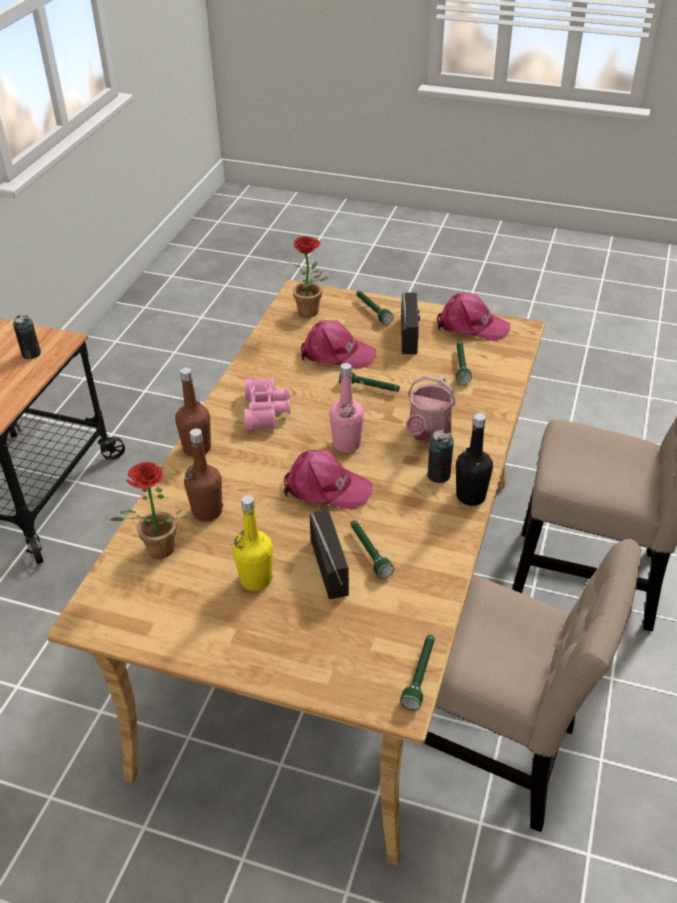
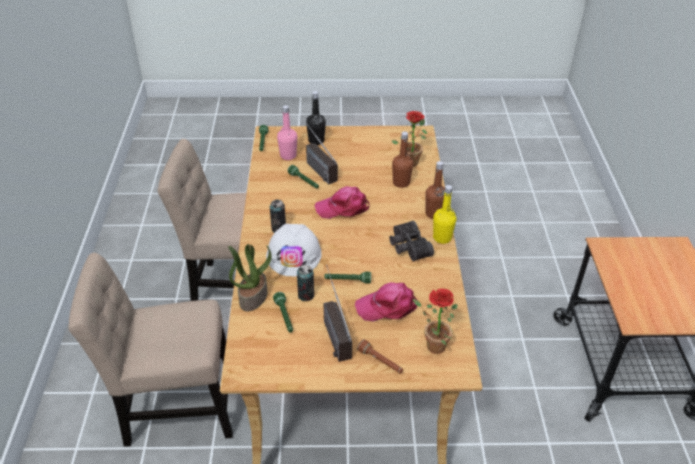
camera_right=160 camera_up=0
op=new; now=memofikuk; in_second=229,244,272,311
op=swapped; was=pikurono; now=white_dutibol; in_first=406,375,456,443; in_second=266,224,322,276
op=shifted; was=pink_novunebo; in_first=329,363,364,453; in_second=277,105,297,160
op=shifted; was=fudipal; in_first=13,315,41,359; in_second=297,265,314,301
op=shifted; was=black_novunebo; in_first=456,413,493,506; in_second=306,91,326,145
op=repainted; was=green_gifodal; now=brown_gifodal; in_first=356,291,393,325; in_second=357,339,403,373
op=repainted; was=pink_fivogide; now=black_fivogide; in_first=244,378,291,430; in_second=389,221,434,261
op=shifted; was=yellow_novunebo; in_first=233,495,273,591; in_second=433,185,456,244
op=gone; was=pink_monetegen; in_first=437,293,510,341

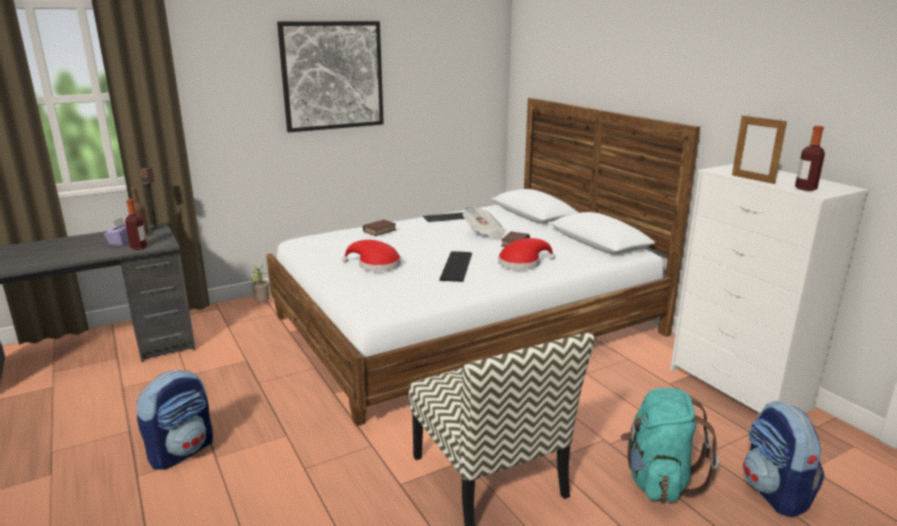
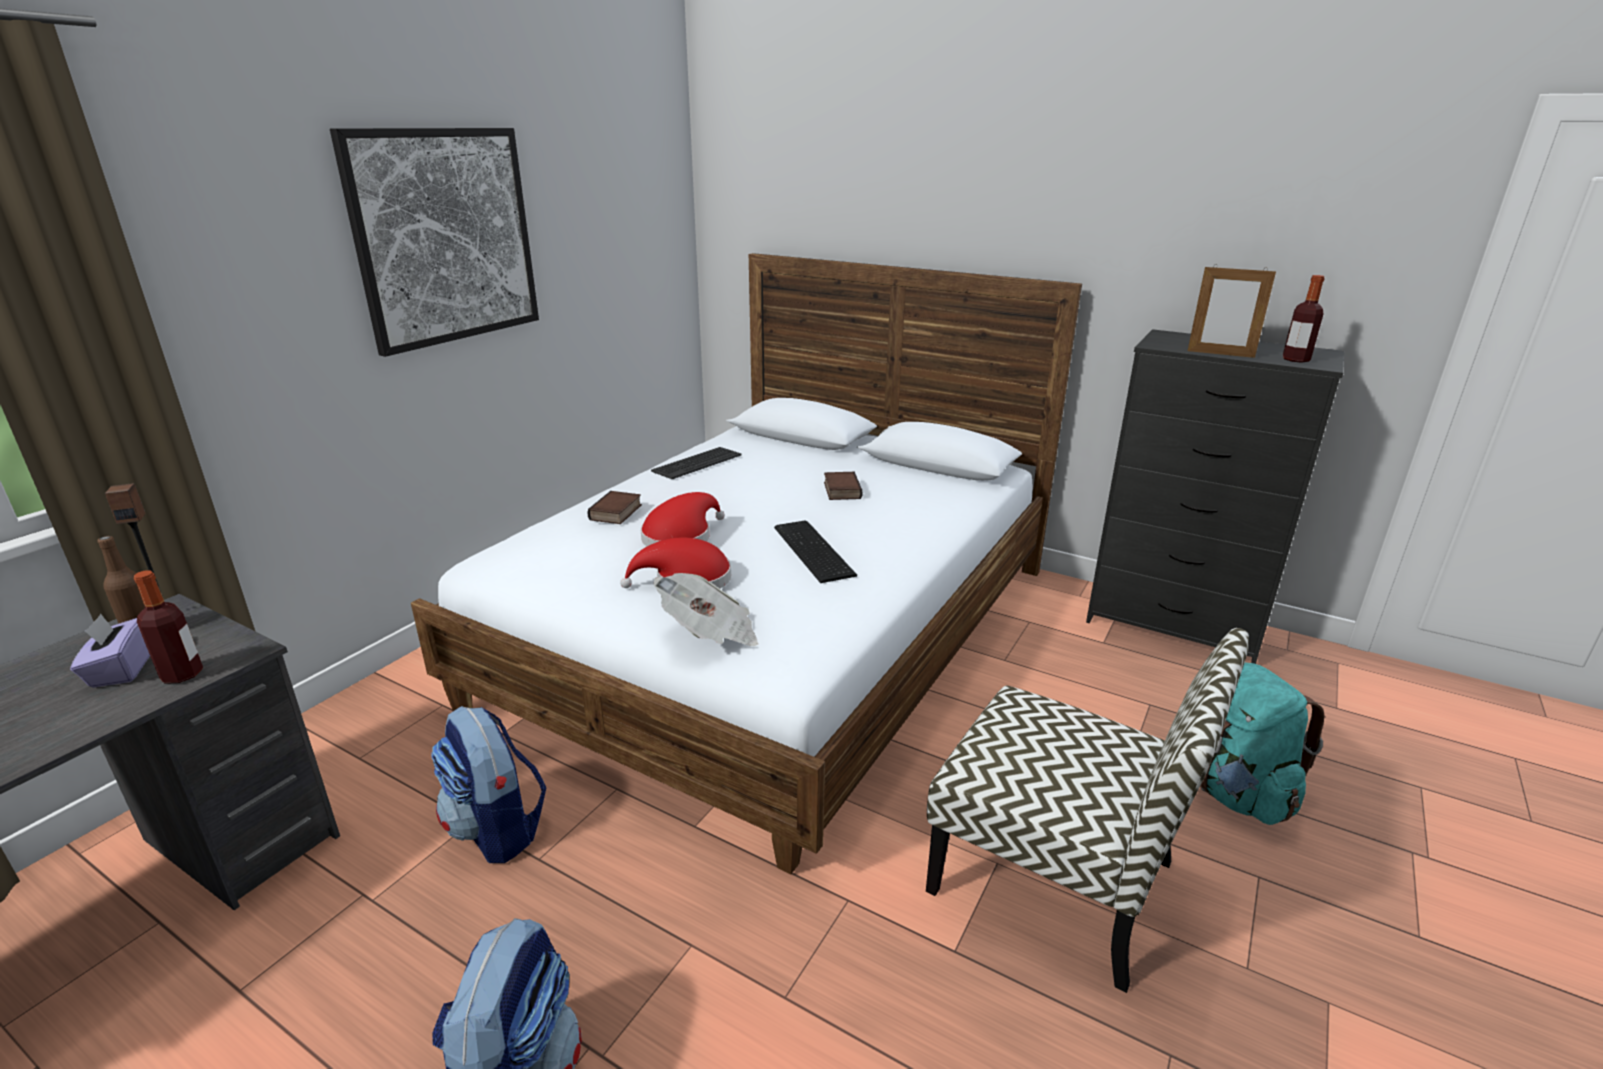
camera_right=-30 camera_up=5
op=shifted; was=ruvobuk; in_first=743,401,825,517; in_second=431,706,546,863
op=shifted; was=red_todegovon; in_first=498,238,555,270; in_second=641,492,725,546
op=shifted; was=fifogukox; in_first=462,206,506,241; in_second=653,573,758,646
op=repainted; was=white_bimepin; now=black_bimepin; in_first=670,164,869,413; in_second=1086,329,1344,664
op=gone; was=memofikuk; in_first=251,265,270,302

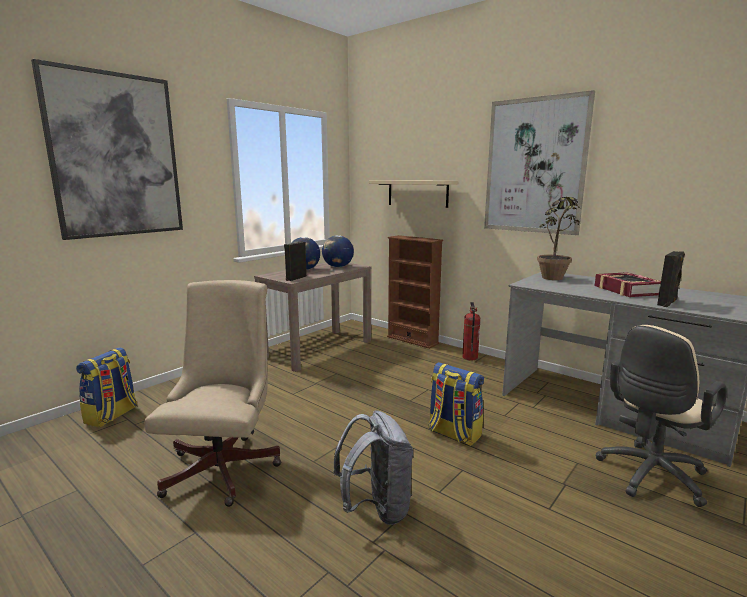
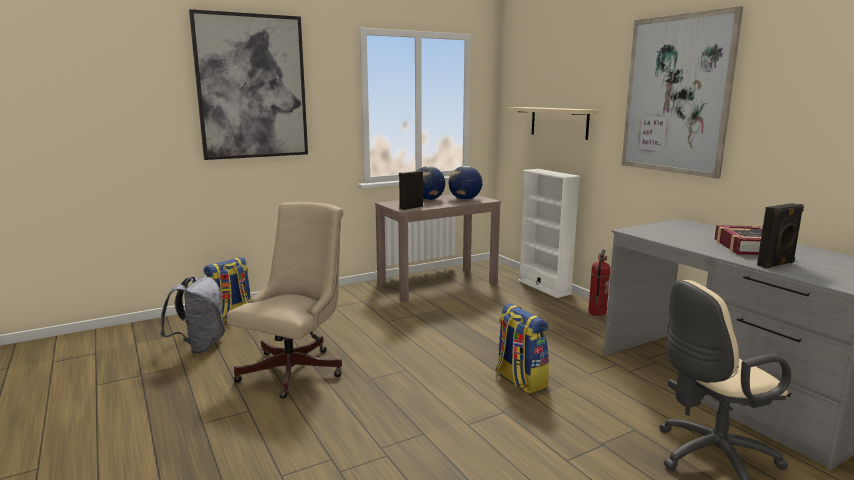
camera_right=20 camera_up=0
op=shifted; was=grey_ruvobuk; in_first=333,410,414,525; in_second=160,276,225,354
op=repainted; was=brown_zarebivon; now=white_zarebivon; in_first=387,235,443,349; in_second=518,169,580,298
op=gone; was=memofikuk; in_first=537,197,581,280

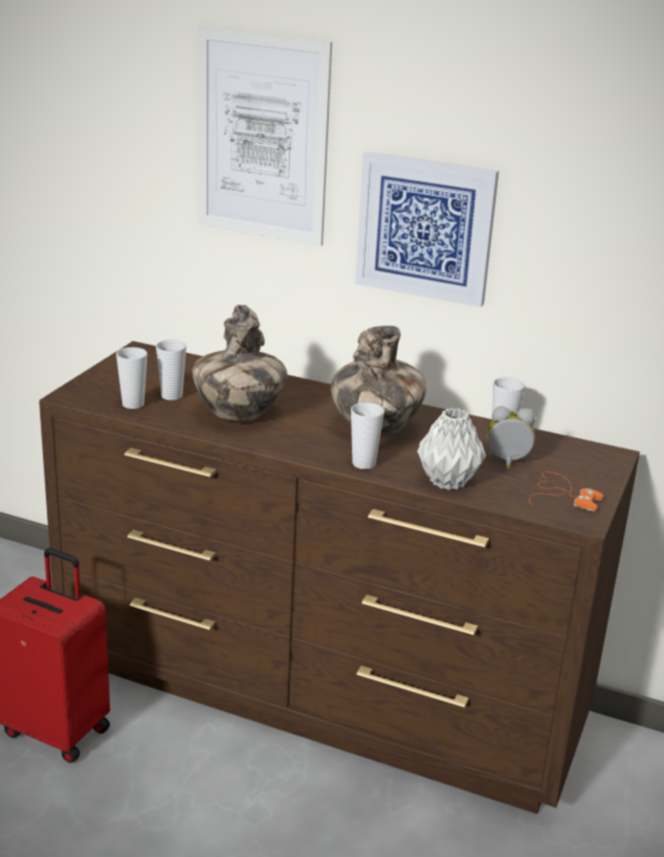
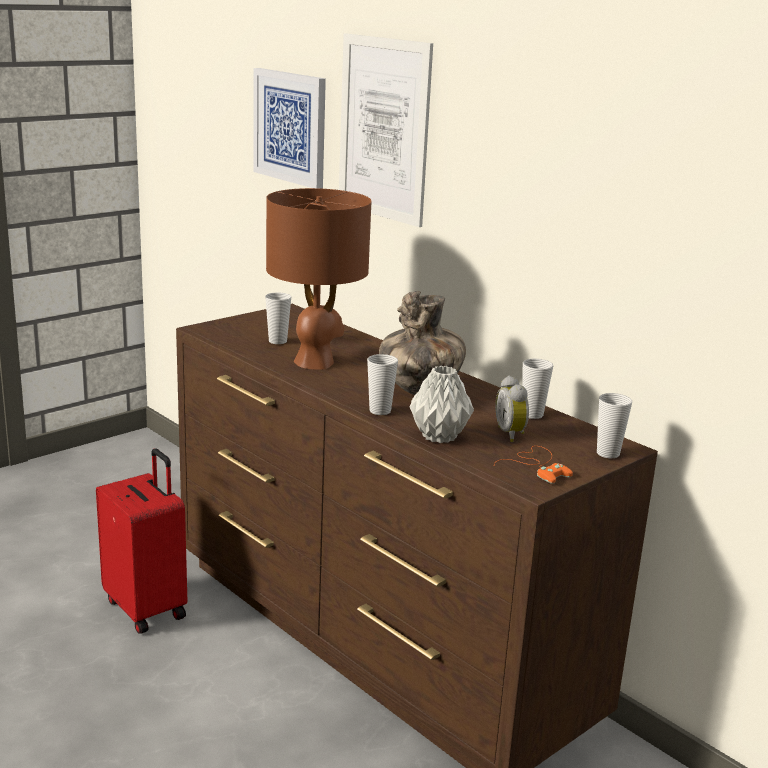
camera_right=25 camera_up=-5
op=shifted; was=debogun; in_first=355,152,499,307; in_second=254,68,326,189
op=swapped; was=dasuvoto; now=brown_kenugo; in_first=192,305,288,421; in_second=266,188,372,370
op=rotated; was=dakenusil; in_first=487,406,535,469; in_second=495,376,529,442; clockwise=-135
op=shifted; was=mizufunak; in_first=116,347,147,409; in_second=597,393,632,458

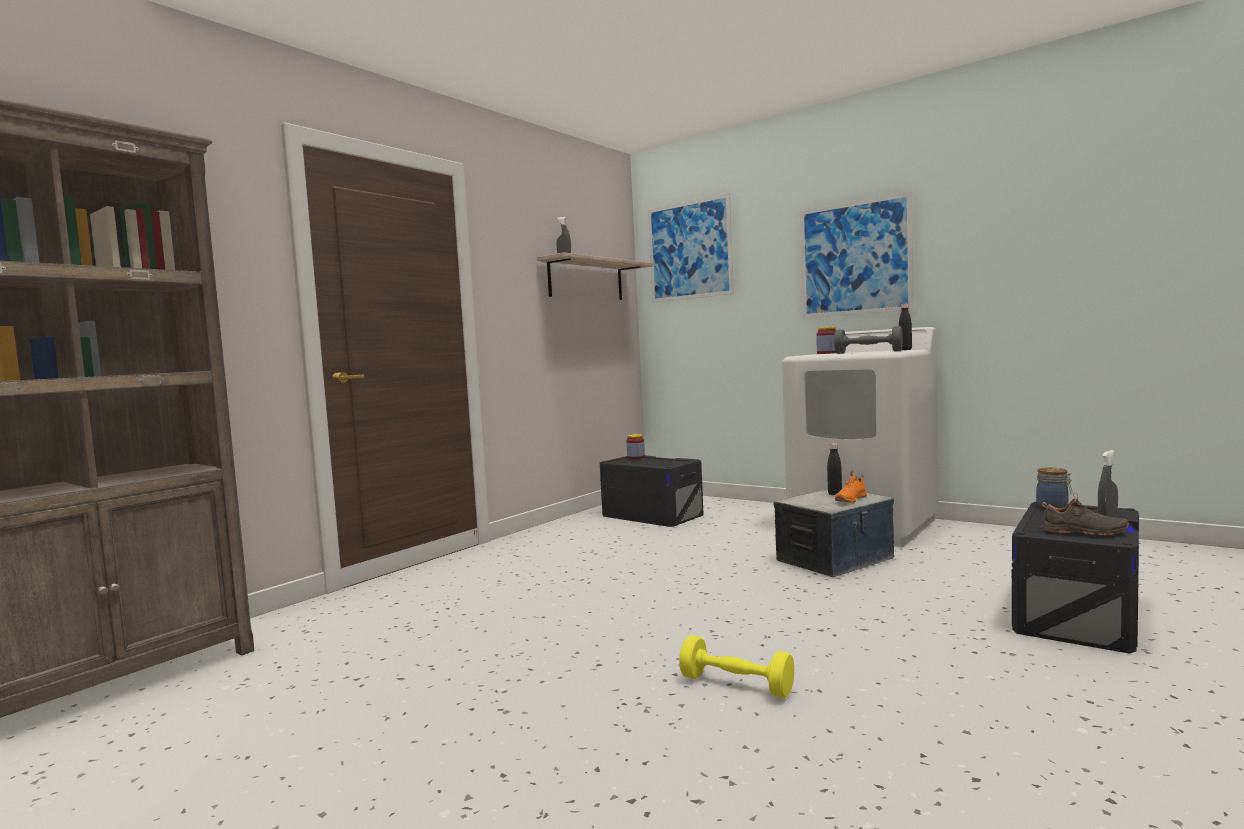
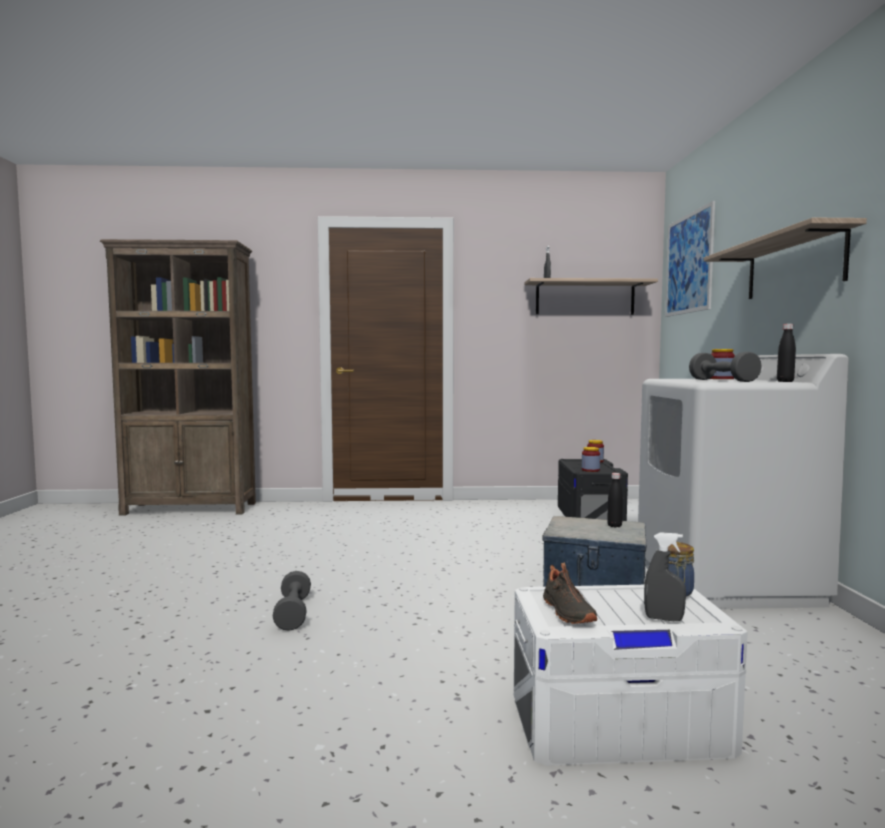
camera_right=50 camera_up=0
op=repainted; was=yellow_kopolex; now=grey_kopolex; in_first=679,635,794,698; in_second=273,571,311,631
op=repainted; was=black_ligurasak; now=white_ligurasak; in_first=1012,502,1139,654; in_second=514,585,748,766
op=new; now=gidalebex; in_second=582,447,600,472
op=swapped; was=debogun; now=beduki; in_first=800,191,914,318; in_second=703,217,867,299
op=gone; was=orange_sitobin; in_first=835,470,867,503

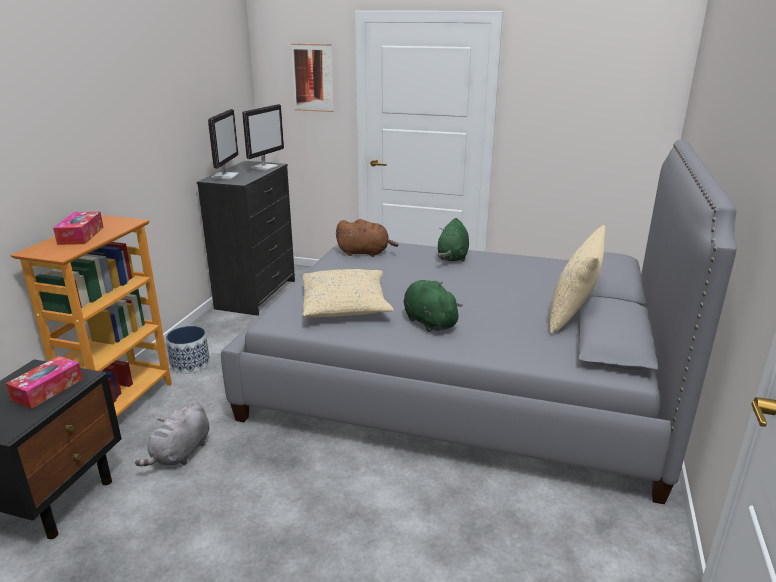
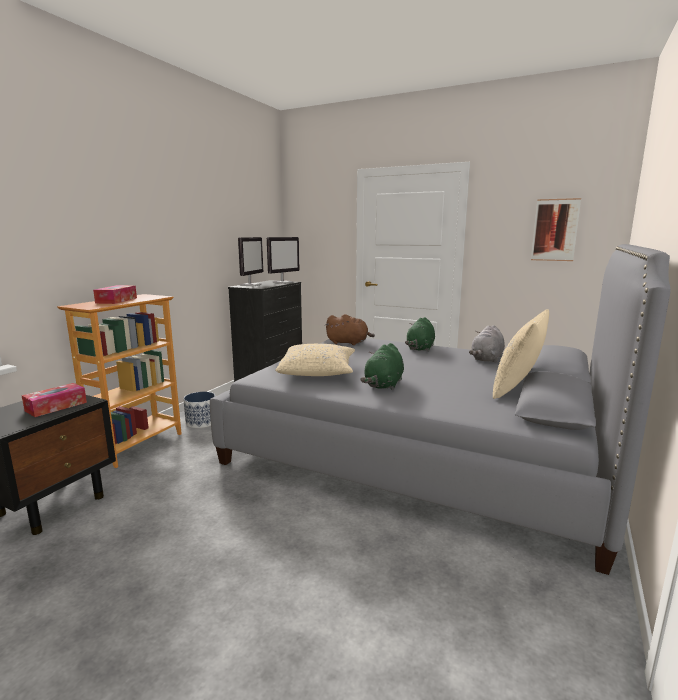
camera_right=10 camera_up=-10
op=rotated; was=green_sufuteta; in_first=403,280,463,332; in_second=360,343,404,390; clockwise=-135
op=shifted; was=grey_sufuteta; in_first=135,401,209,466; in_second=469,325,505,363
op=shifted; was=debogun; in_first=291,44,334,112; in_second=531,198,581,261

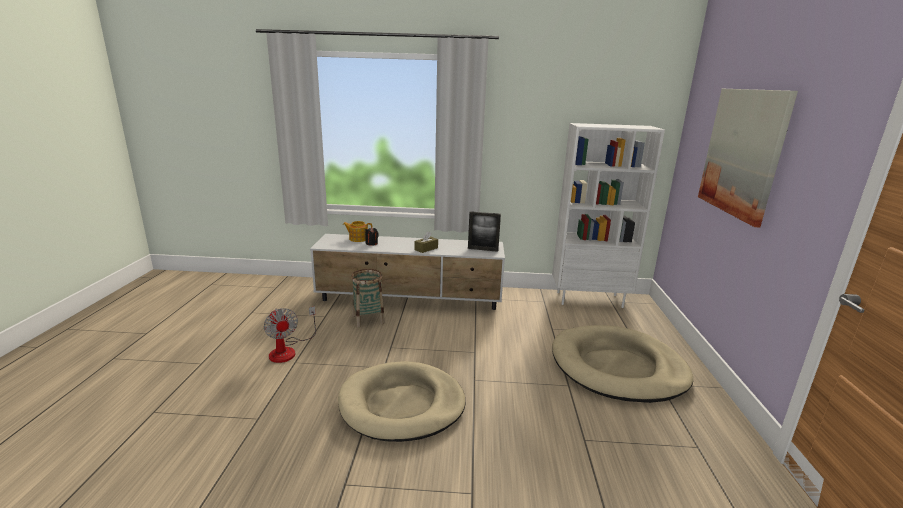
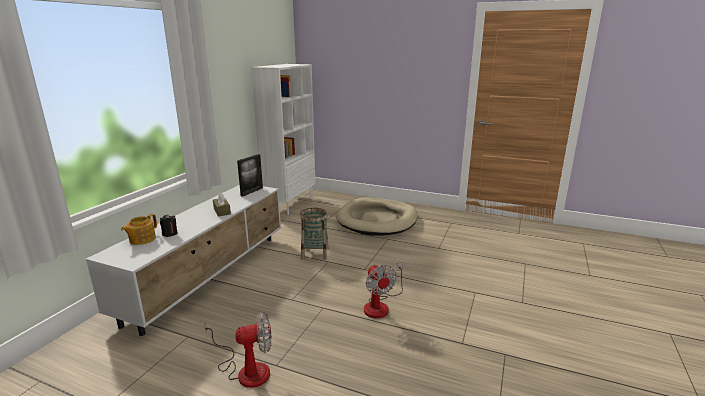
camera_right=-70 camera_up=0
op=shifted; was=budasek; in_first=351,269,385,328; in_second=300,208,328,260
op=swapped; was=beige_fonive; now=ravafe; in_first=338,361,465,442; in_second=364,262,403,318
op=gone; was=debogun; in_first=698,89,798,227

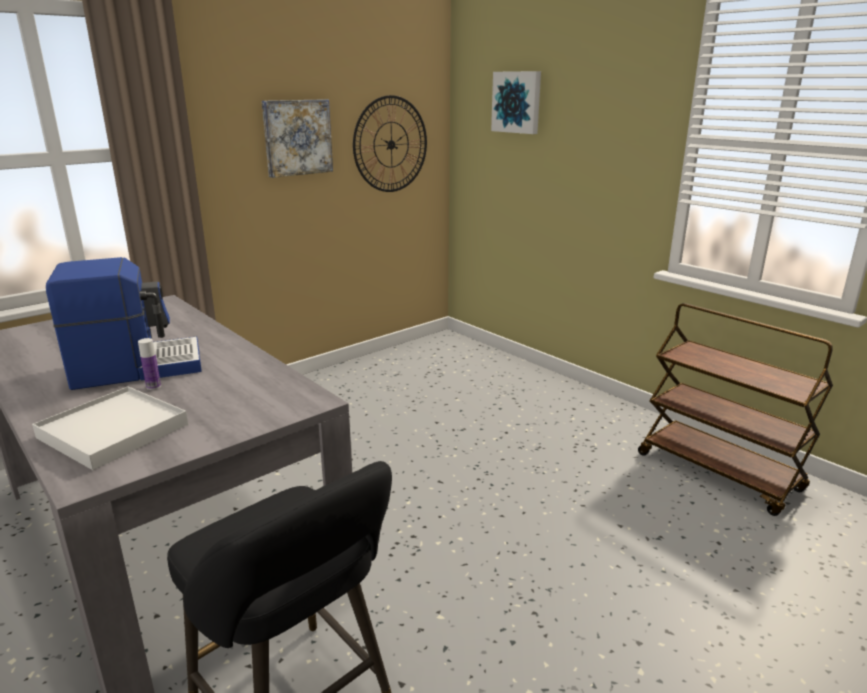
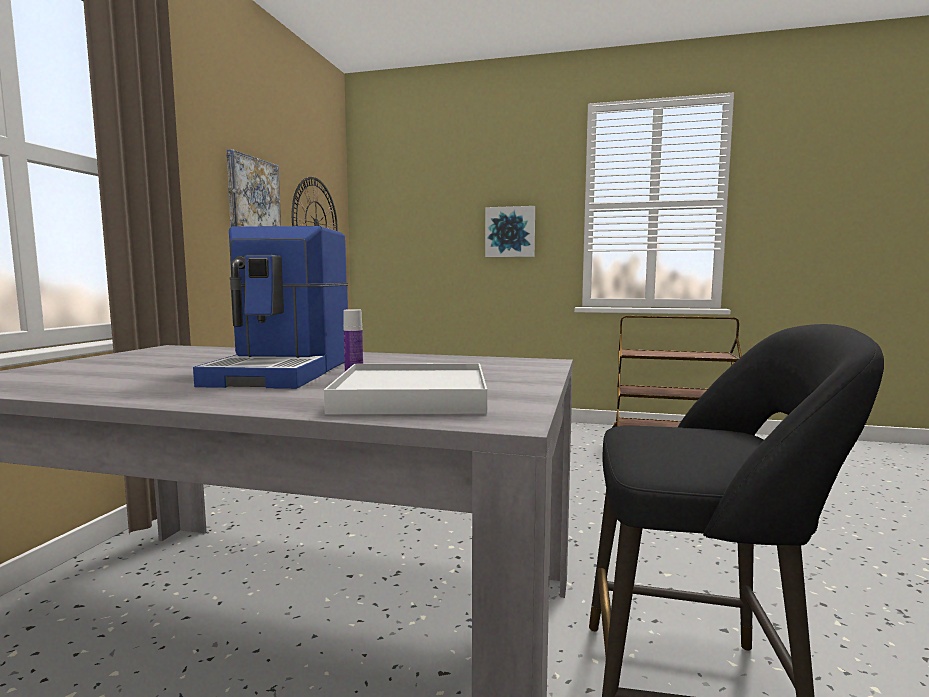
camera_right=-35 camera_up=-15
op=rotated; was=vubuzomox; in_first=46,257,202,390; in_second=193,226,348,389; clockwise=150
op=shifted; was=debogun; in_first=491,71,541,134; in_second=485,206,535,257

